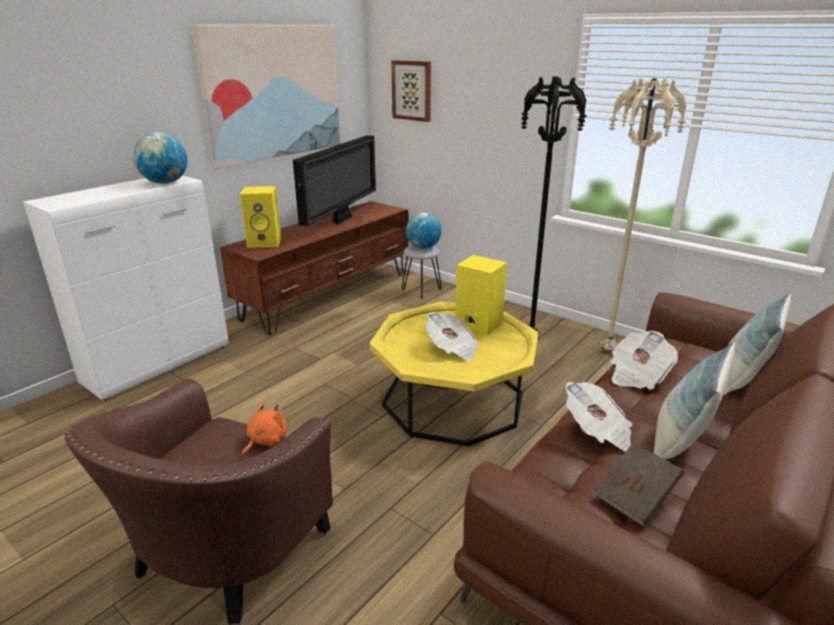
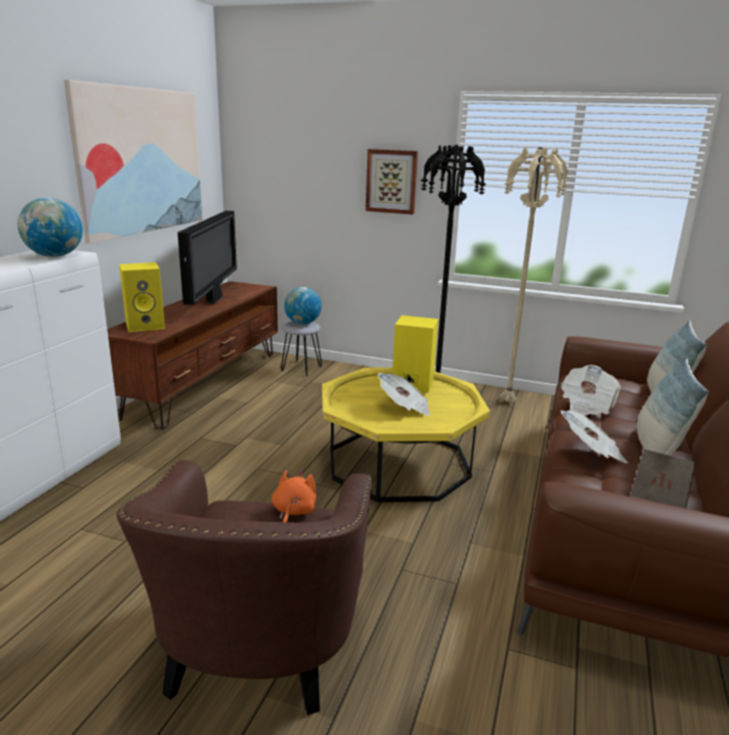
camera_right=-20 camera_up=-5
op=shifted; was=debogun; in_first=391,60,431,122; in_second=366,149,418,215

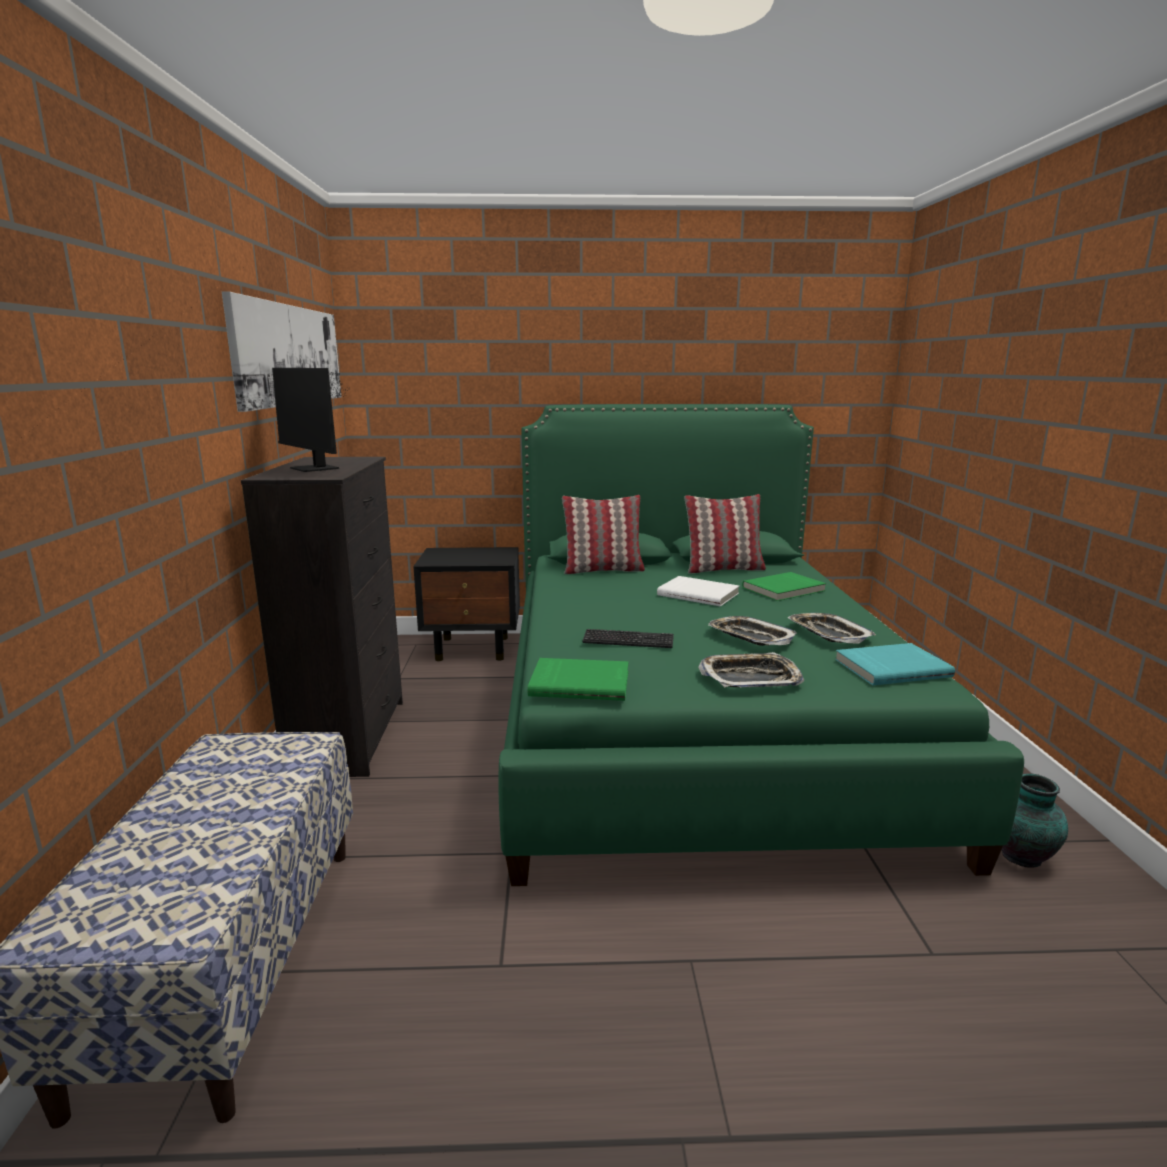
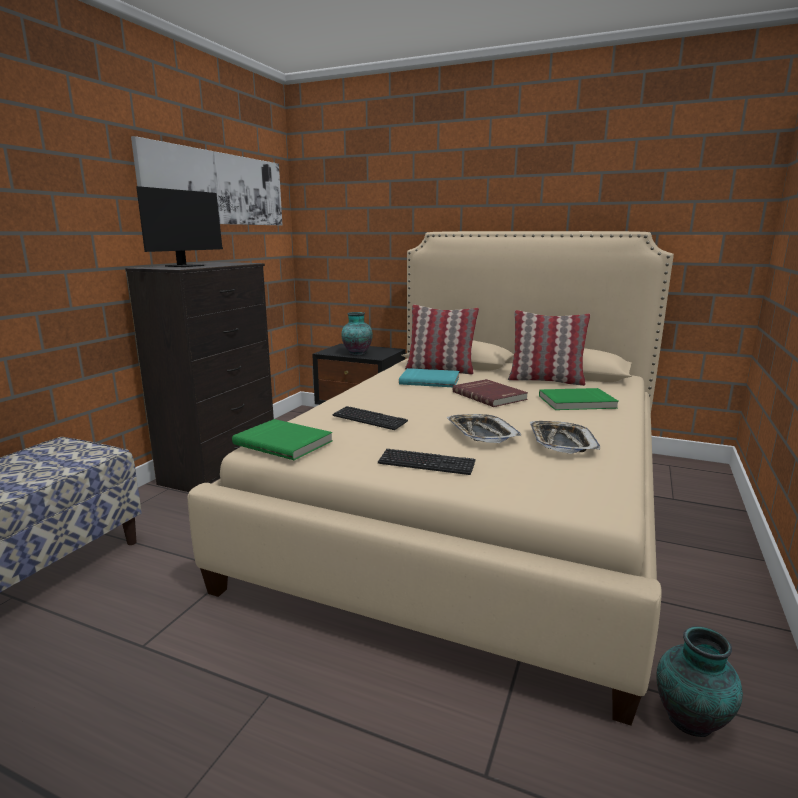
camera_right=25 camera_up=0
op=rotated; was=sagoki; in_first=272,368,349,472; in_second=136,186,238,267; clockwise=-135
op=repainted; was=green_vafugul; now=beige_vafugul; in_first=498,404,1024,886; in_second=187,231,674,726
op=new; now=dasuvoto; in_second=341,312,373,356
op=swapped; was=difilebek; now=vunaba; in_first=698,652,804,687; in_second=378,449,476,475
op=shifted; was=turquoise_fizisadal; in_first=835,643,955,686; in_second=399,368,459,387
op=repainted; was=white_fizisadal; now=red_fizisadal; in_first=657,576,739,607; in_second=452,379,528,407

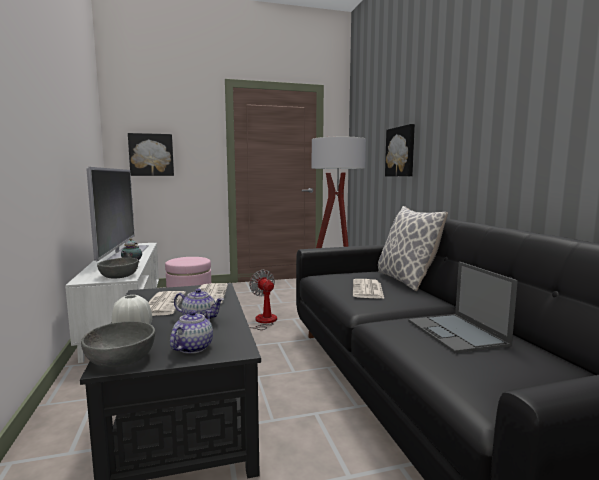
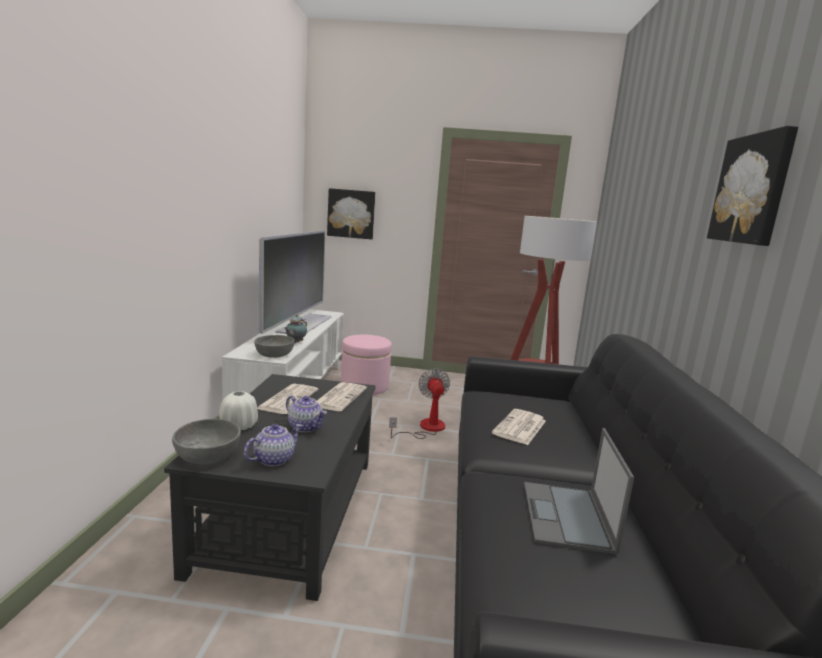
camera_right=20 camera_up=5
op=shifted; was=debogun; in_first=385,124,415,176; in_second=707,126,798,246
op=gone; was=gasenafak; in_first=378,206,448,291

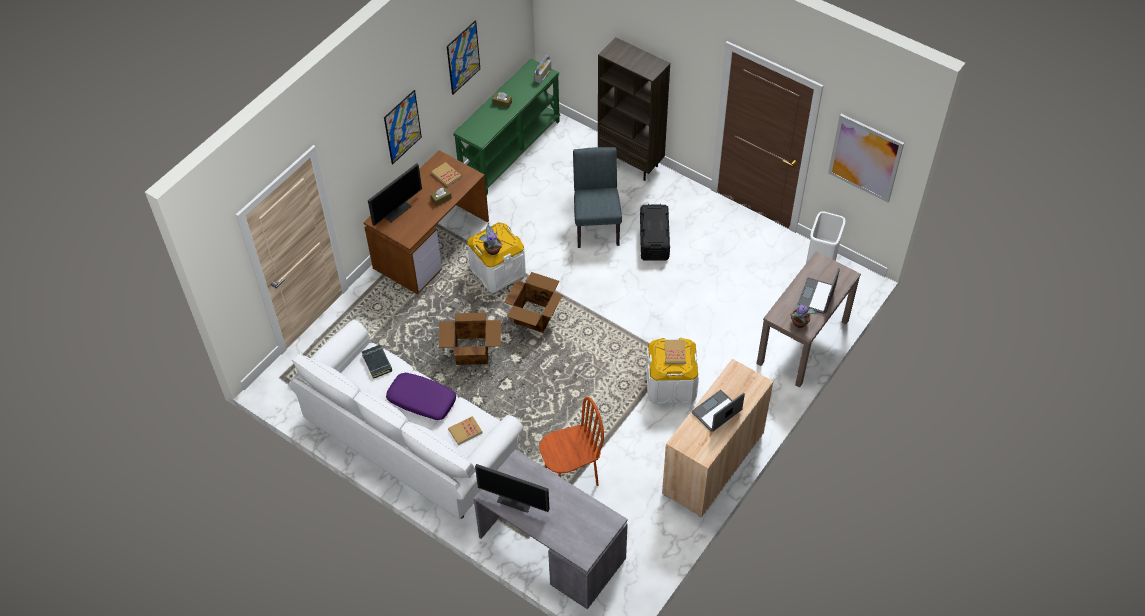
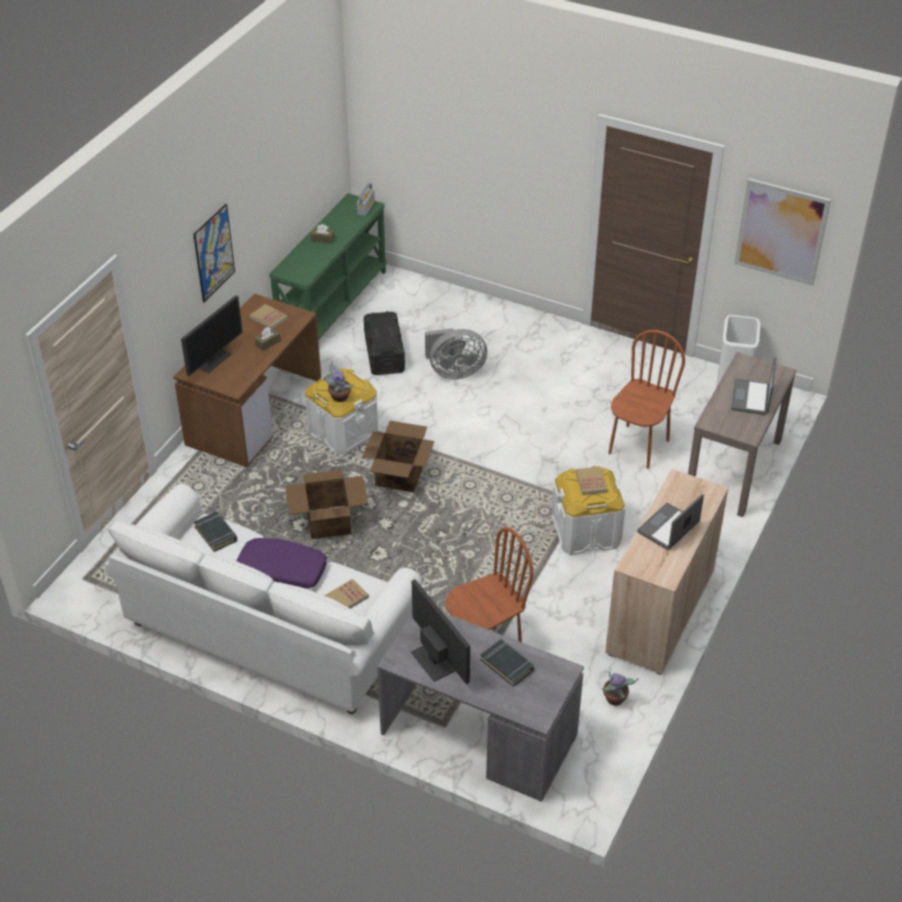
camera_right=-10 camera_up=-10
op=shifted; was=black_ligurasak; in_first=640,204,670,261; in_second=364,311,405,375
op=rotated; was=sagoki; in_first=475,464,550,513; in_second=411,579,470,684; clockwise=-135
op=swapped; was=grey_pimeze; now=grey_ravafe; in_first=573,147,622,248; in_second=425,328,487,380
op=new; now=black_fizisadal; in_second=480,639,534,687
op=shifted; was=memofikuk; in_first=790,302,818,328; in_second=602,671,638,706
op=new; now=brown_pimeze; in_second=608,330,685,469
op=gone; was=debogun; in_first=447,20,480,95
op=gone; was=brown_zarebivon; in_first=598,37,670,181

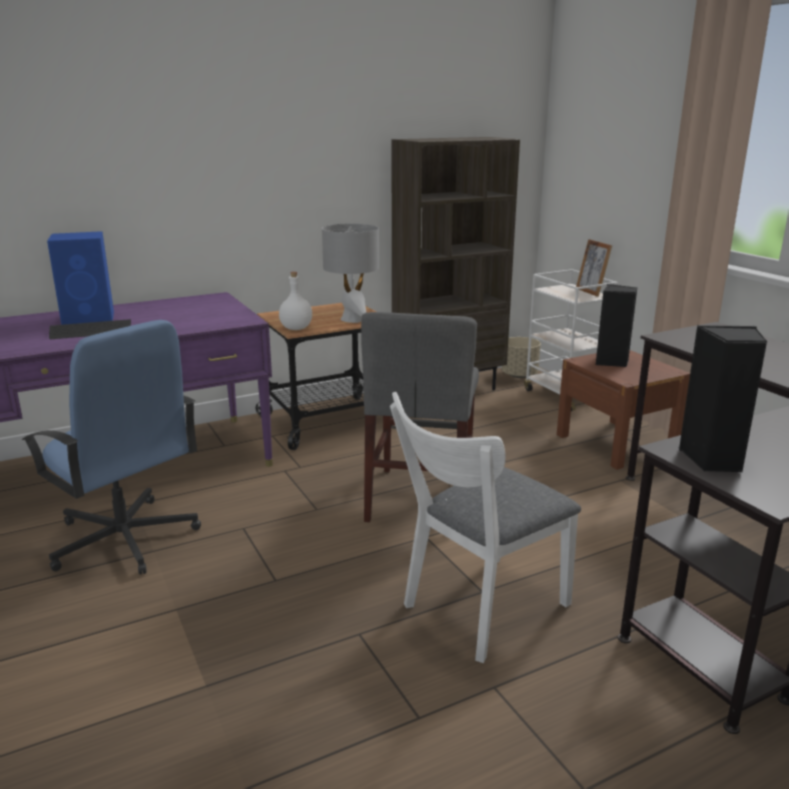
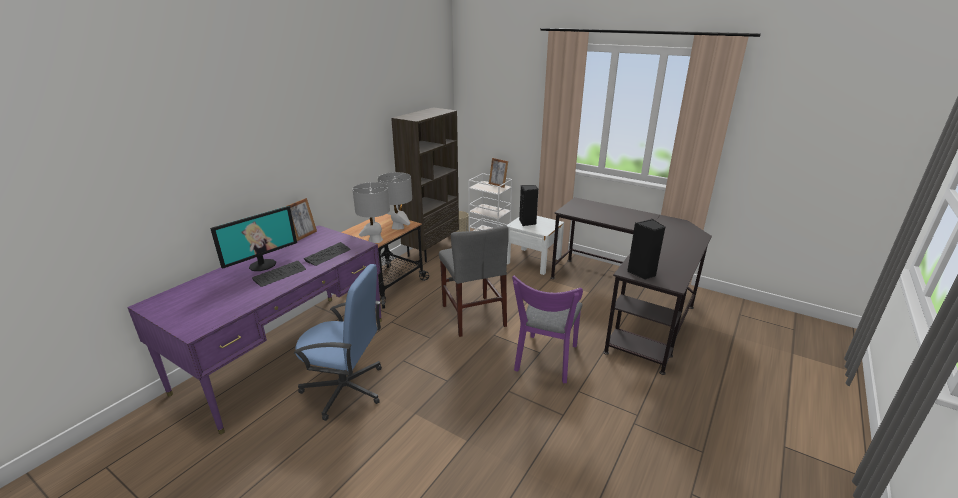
camera_right=-30 camera_up=5
op=swapped; was=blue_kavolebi; now=sagoki; in_first=47,231,114,325; in_second=210,206,297,271
op=new; now=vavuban; in_second=285,198,317,241
op=new; now=vunaba; in_second=304,242,350,266
op=swapped; was=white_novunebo; now=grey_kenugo; in_first=279,272,312,330; in_second=352,182,390,243
op=repainted; was=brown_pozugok; now=white_pozugok; in_first=557,350,690,470; in_second=506,216,564,275
op=repainted; was=white_pimeze; now=purple_pimeze; in_first=390,392,581,663; in_second=512,276,583,383

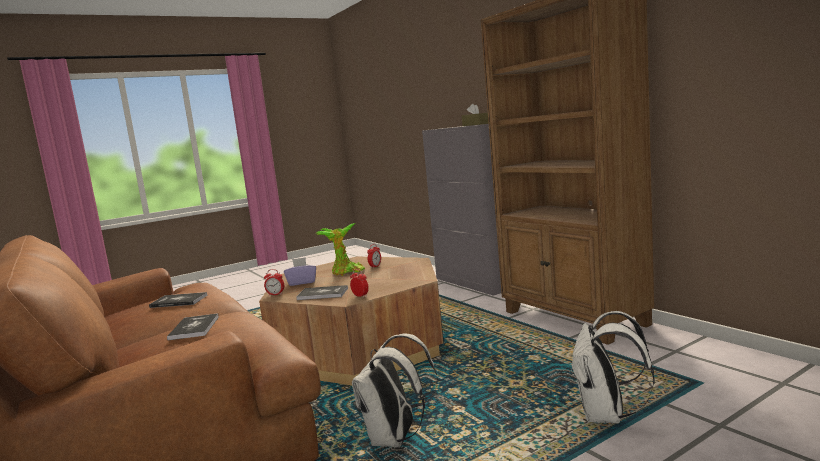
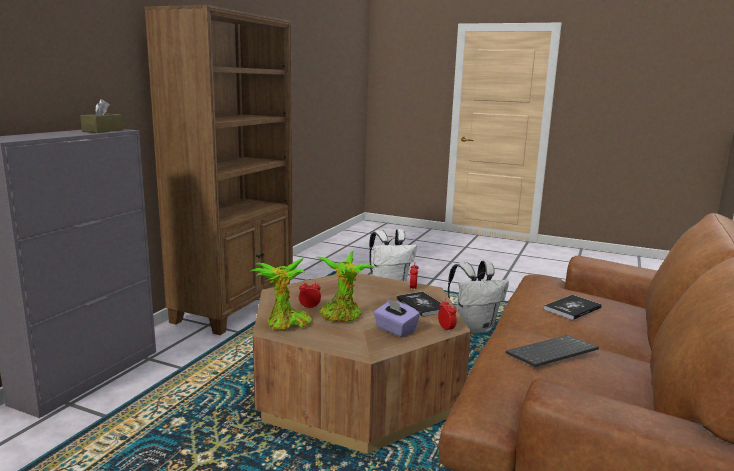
camera_right=-125 camera_up=5
op=new; now=memofikuk; in_second=251,258,312,332
op=swapped; was=fizisadal; now=vunaba; in_first=149,292,208,308; in_second=506,335,599,367

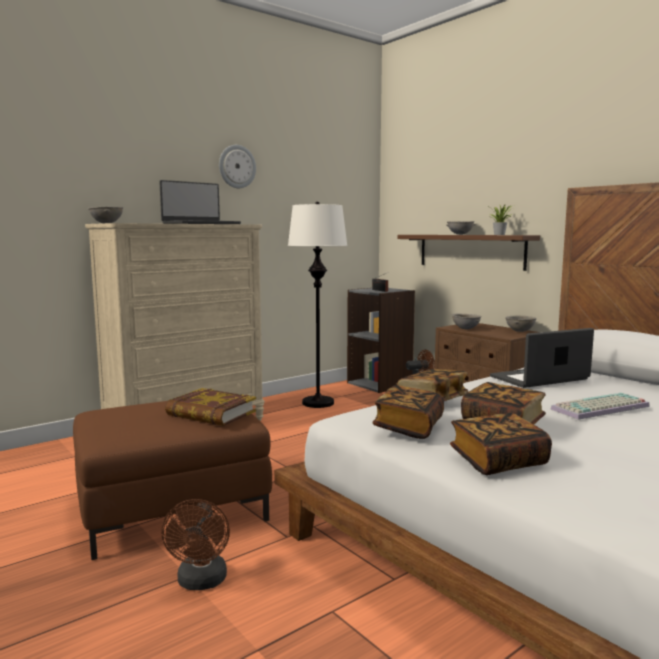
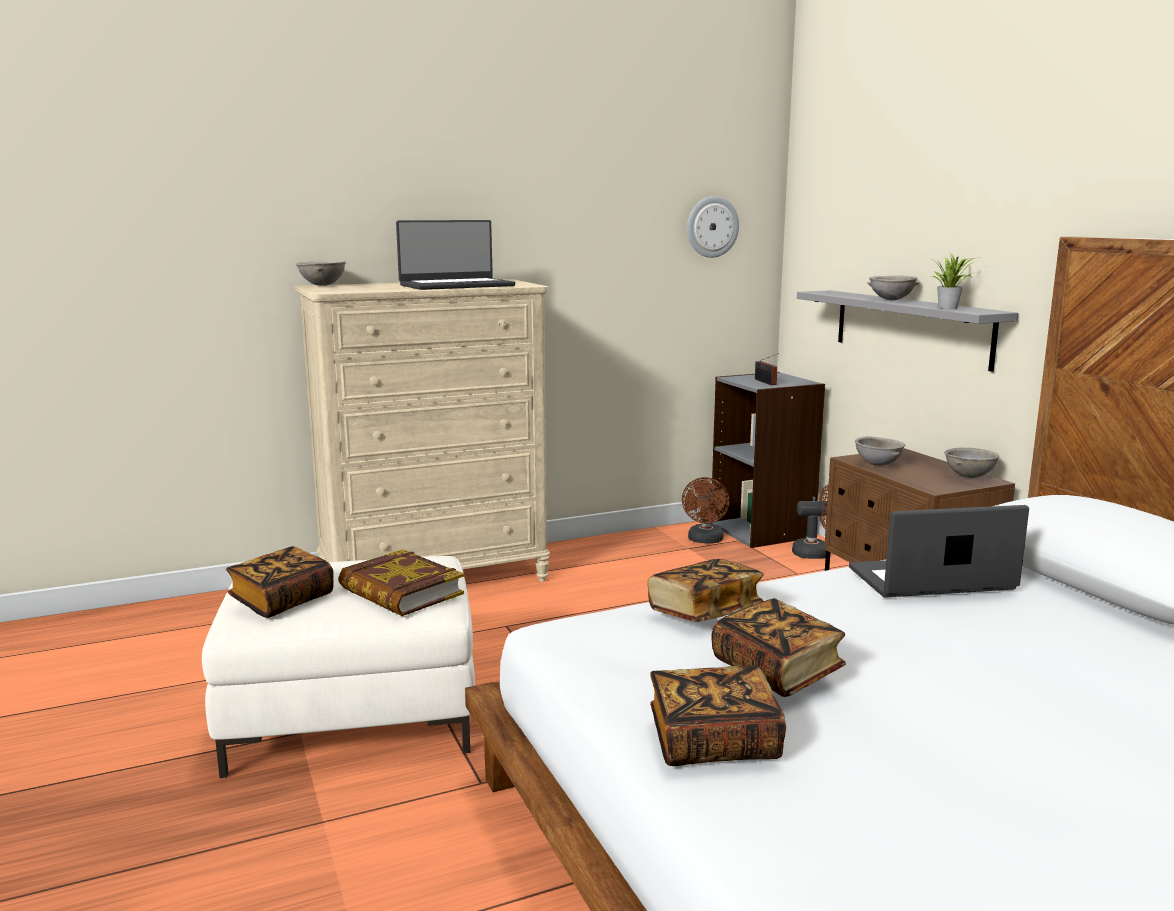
camera_right=15 camera_up=5
op=repainted; was=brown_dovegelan; now=white_dovegelan; in_first=73,401,272,560; in_second=202,556,475,778
op=shifted; was=fizisadal; in_first=372,385,444,439; in_second=226,546,334,618
op=shifted; was=brown_ravafe; in_first=162,499,230,590; in_second=682,477,729,544
op=shifted; was=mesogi; in_first=219,145,256,188; in_second=687,196,739,258
op=repainted; was=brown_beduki; now=grey_beduki; in_first=397,235,540,271; in_second=797,290,1019,372
op=gone; was=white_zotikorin; in_first=288,202,348,408
op=gone; was=vunaba; in_first=550,393,650,420

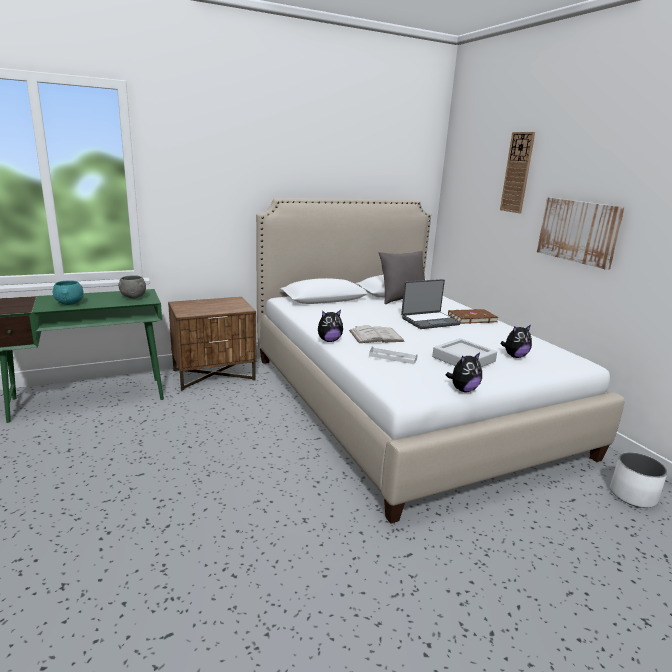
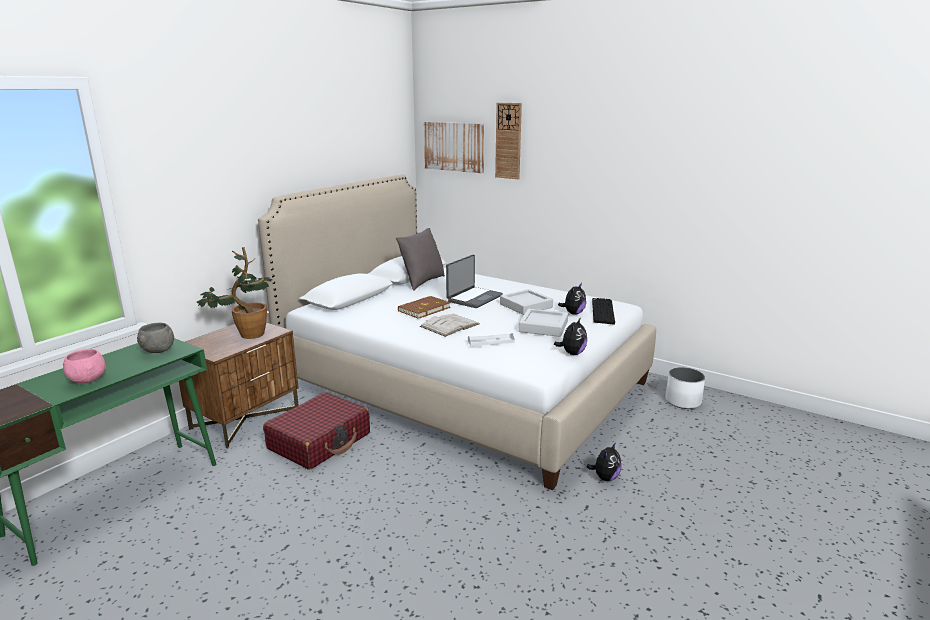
camera_right=-30 camera_up=0
op=repainted; was=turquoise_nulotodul; now=pink_nulotodul; in_first=53,280,83,305; in_second=63,349,106,383
op=new; now=memofikuk; in_second=197,247,272,339
op=new; now=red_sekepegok; in_second=263,392,370,470
op=shifted; was=brown_fizisadal; in_first=448,309,498,324; in_second=398,296,451,319
op=shifted; was=debogun; in_first=537,197,625,270; in_second=424,122,484,173
op=new; now=grey_difilebek; in_second=500,289,553,315
op=shifted; was=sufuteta; in_first=318,310,343,342; in_second=587,442,621,481
op=new; now=vunaba; in_second=592,298,615,325

